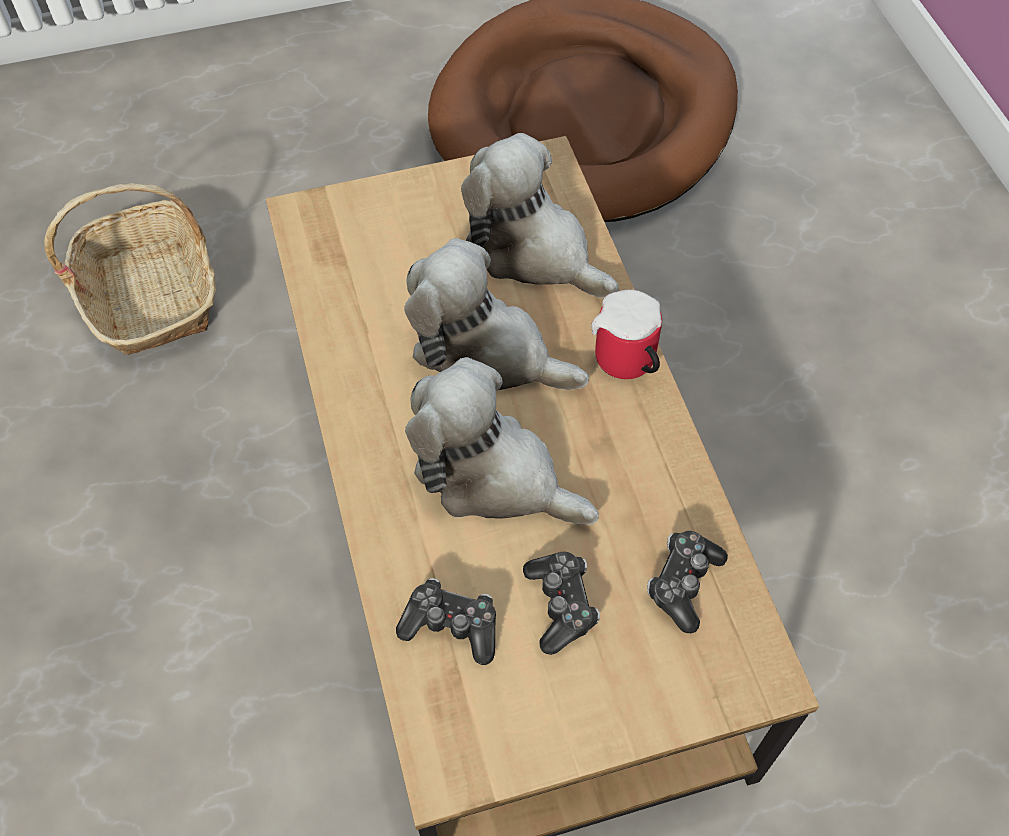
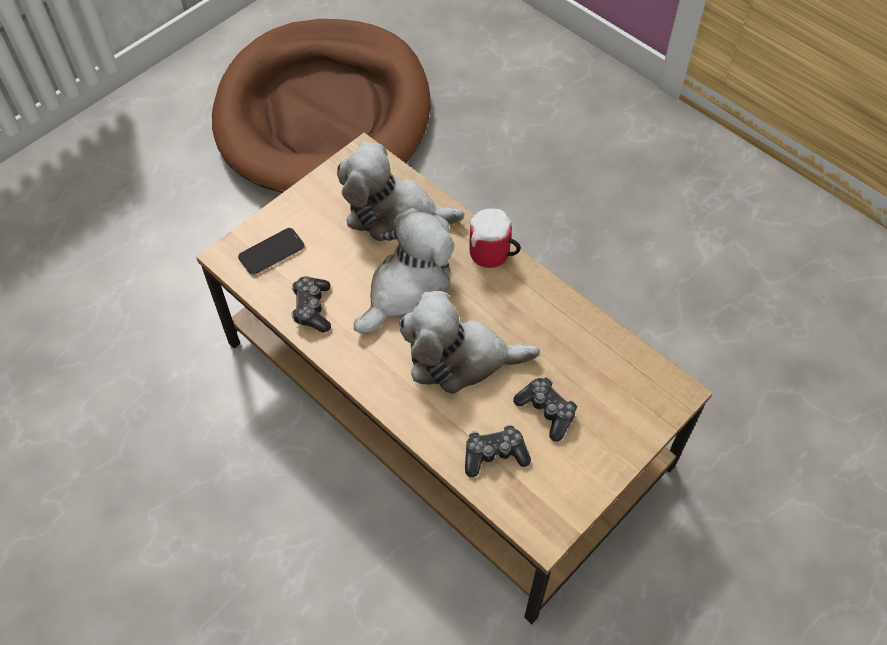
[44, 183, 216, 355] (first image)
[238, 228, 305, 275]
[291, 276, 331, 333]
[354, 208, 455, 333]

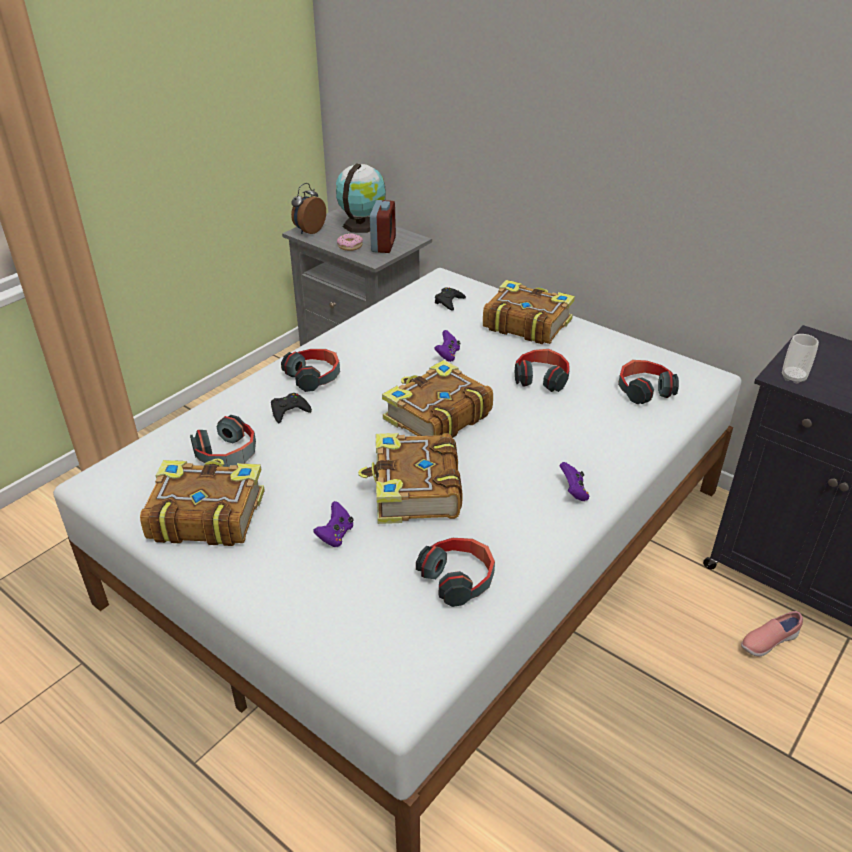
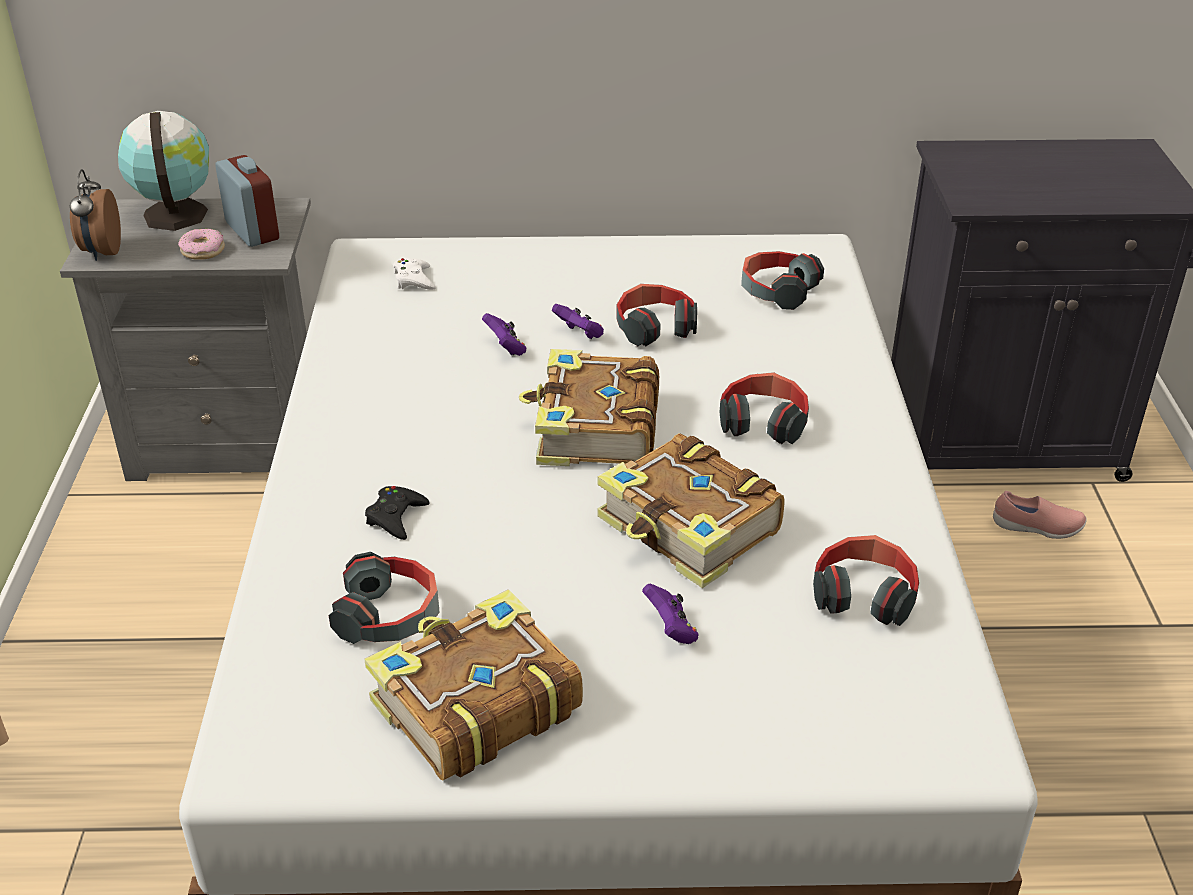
[483, 280, 575, 344] (first image)
[782, 334, 819, 384] (first image)
[720, 372, 809, 444]
[552, 304, 604, 339]
[393, 258, 436, 290]
[993, 491, 1087, 539]

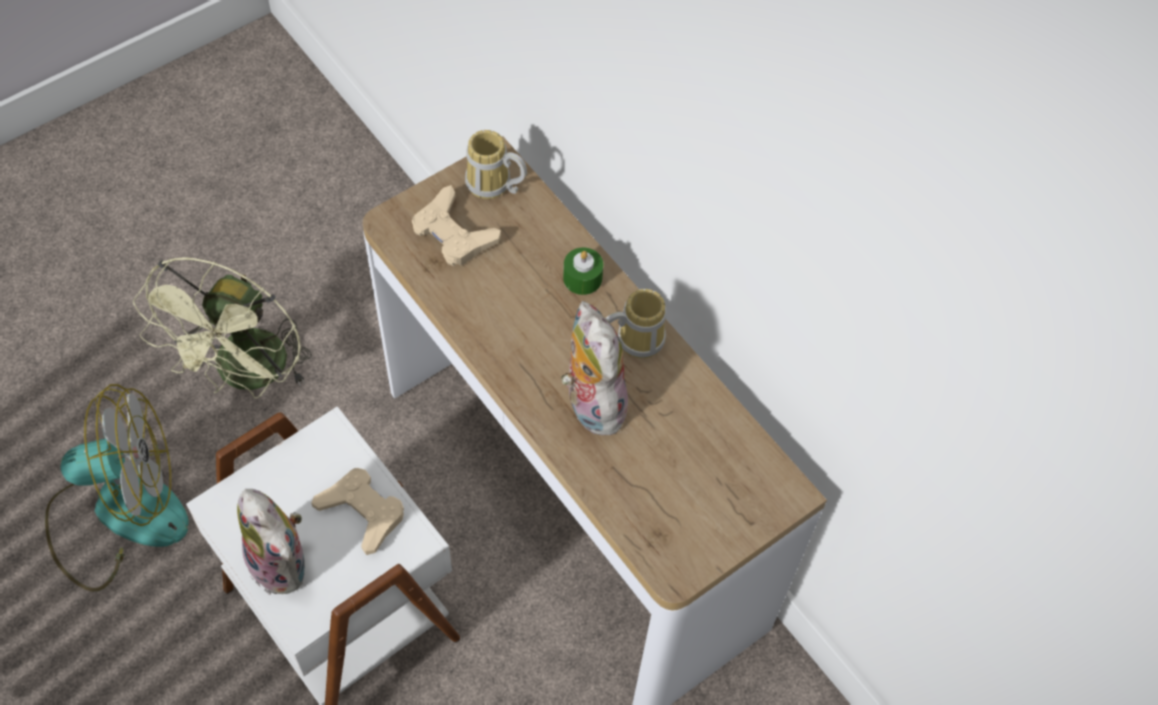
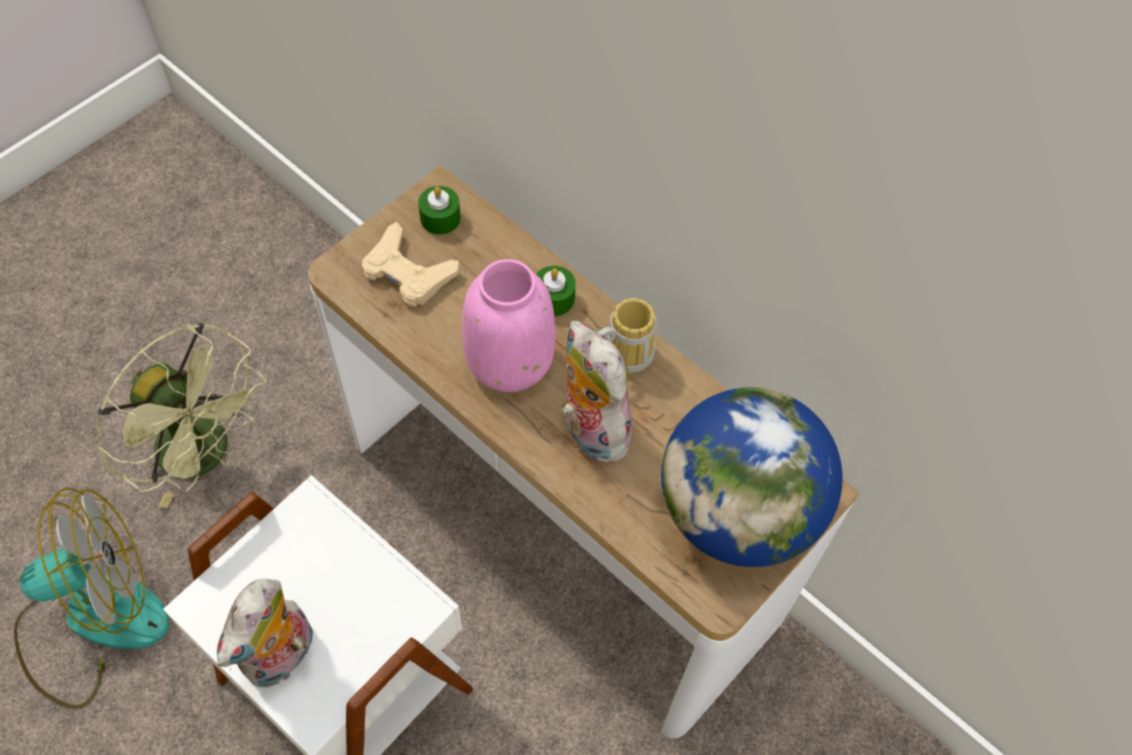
[311, 468, 404, 555] (first image)
[462, 259, 555, 392]
[661, 387, 843, 567]
[418, 186, 461, 235]
[97, 323, 266, 508]
[217, 579, 313, 687]

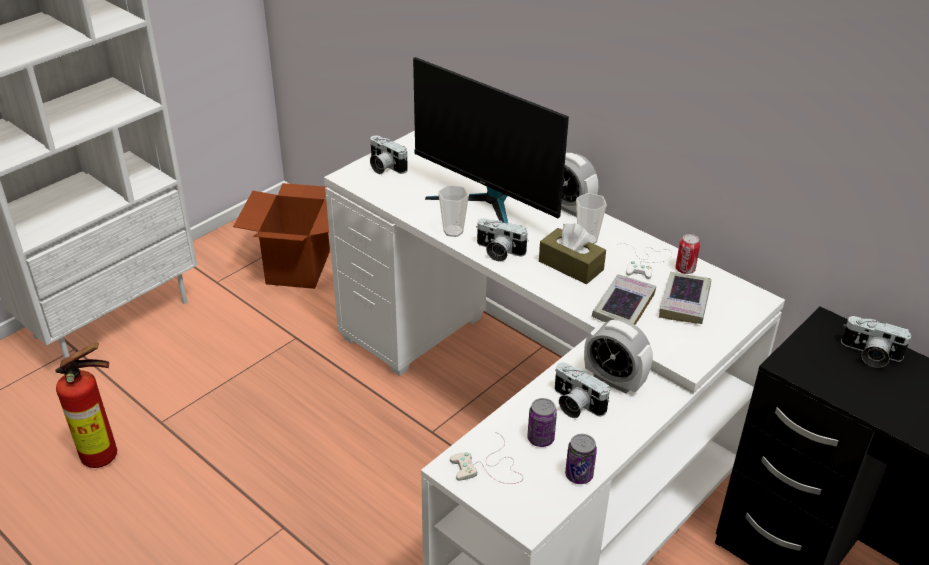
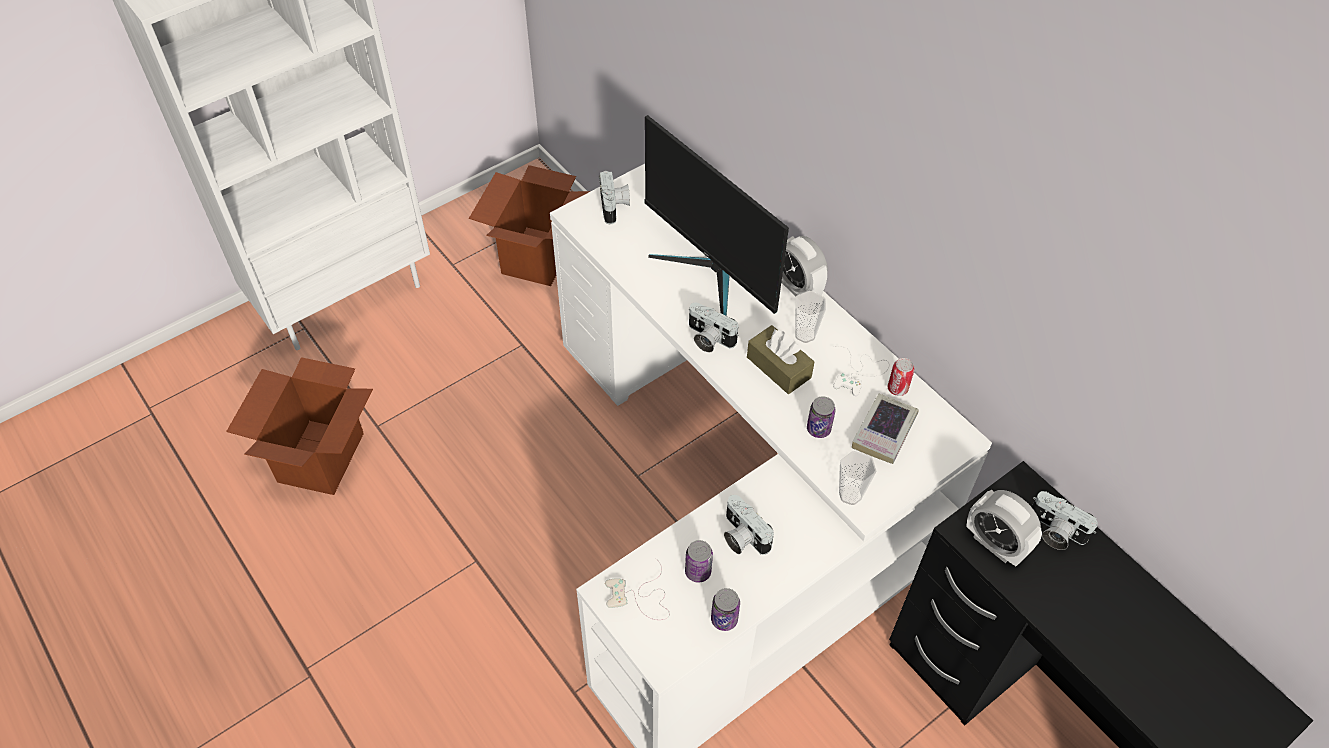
[839, 451, 876, 505]
[966, 490, 1042, 566]
[226, 357, 373, 495]
[807, 396, 836, 438]
[599, 170, 630, 224]

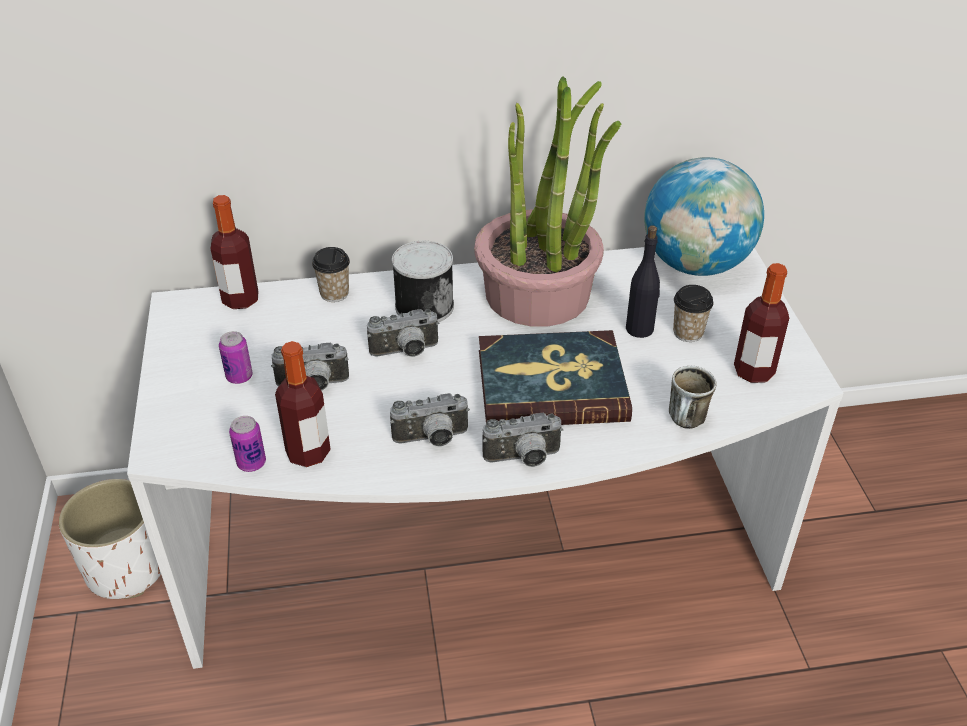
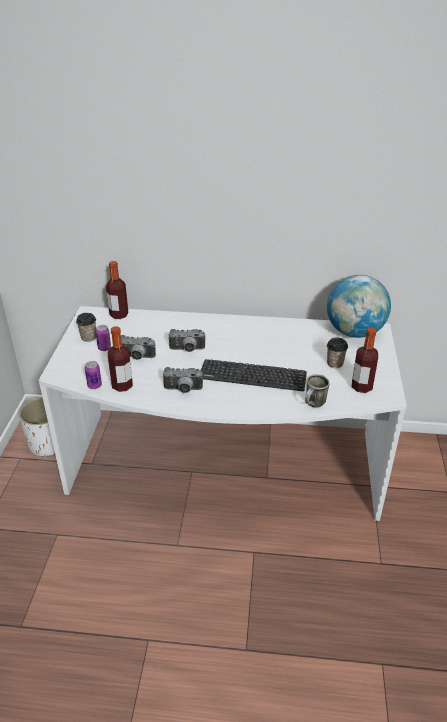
[392, 241, 454, 322] (first image)
[474, 77, 621, 327] (first image)
[483, 413, 563, 467] (first image)
[626, 225, 660, 338] (first image)
[76, 313, 96, 342]
[201, 359, 307, 391]

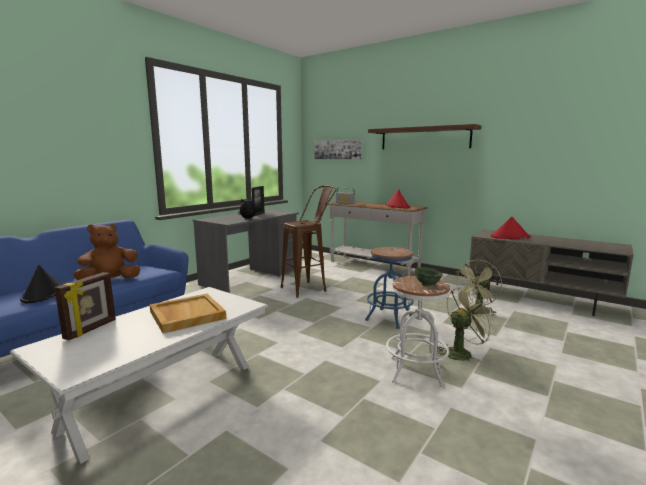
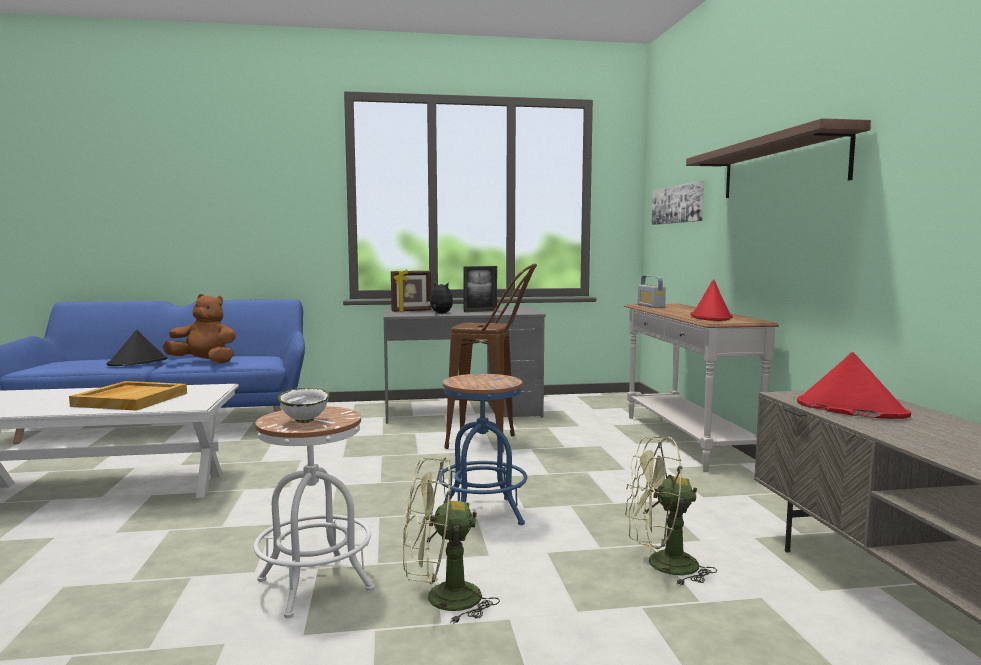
[391, 269, 431, 312]
[278, 388, 330, 423]
[403, 457, 500, 624]

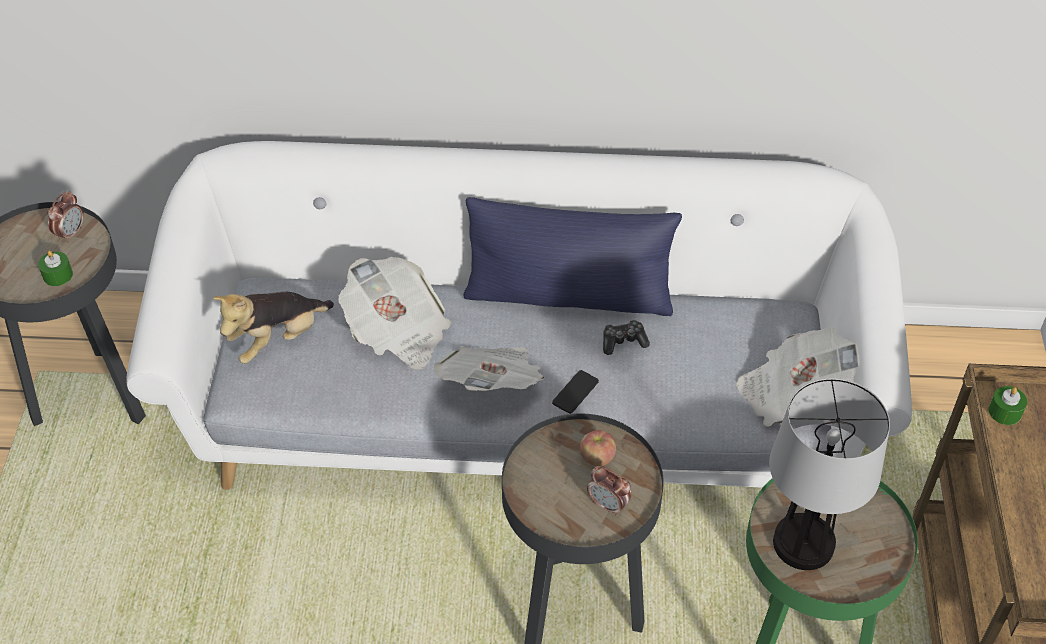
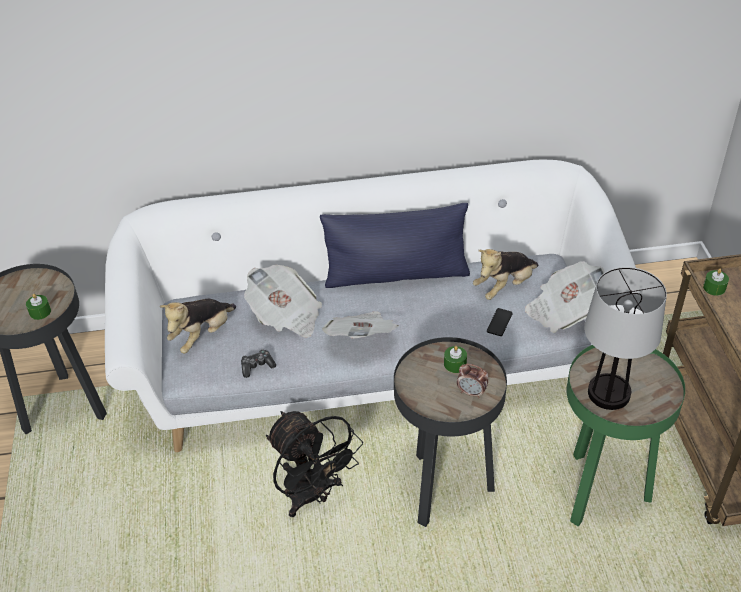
[48, 191, 83, 243] (first image)
[266, 411, 363, 517]
[473, 249, 538, 300]
[487, 308, 513, 336]
[241, 349, 276, 378]
[444, 346, 467, 373]

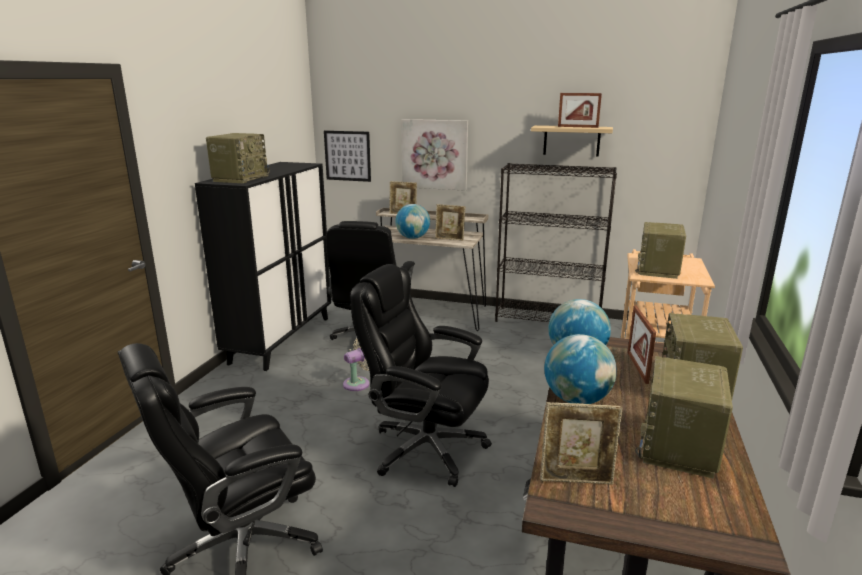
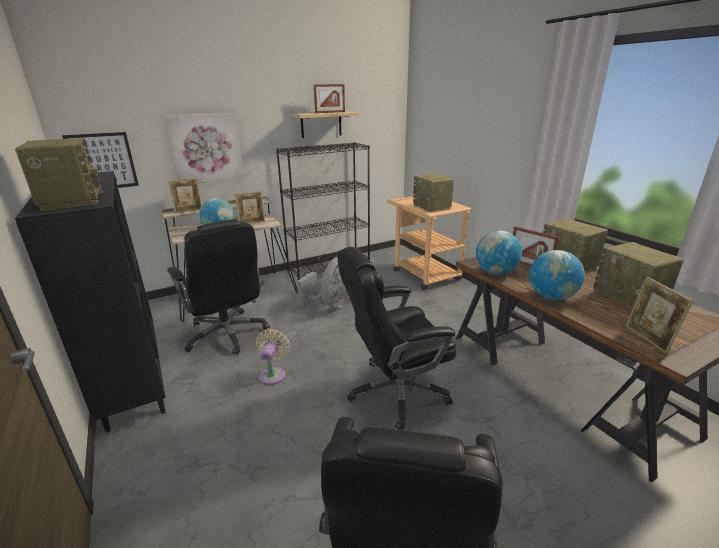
[297, 257, 350, 308]
[626, 277, 693, 354]

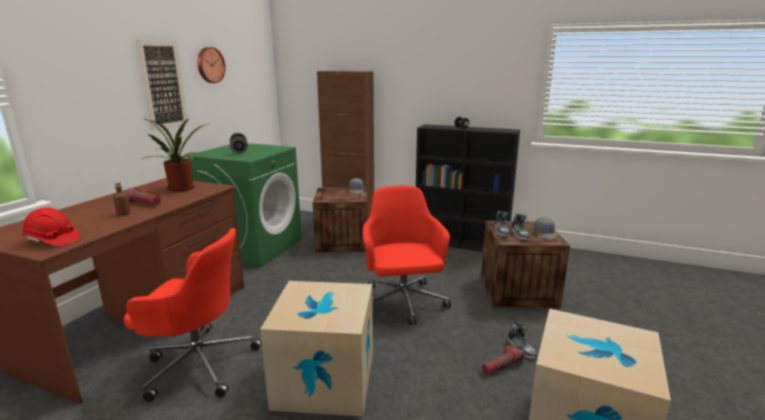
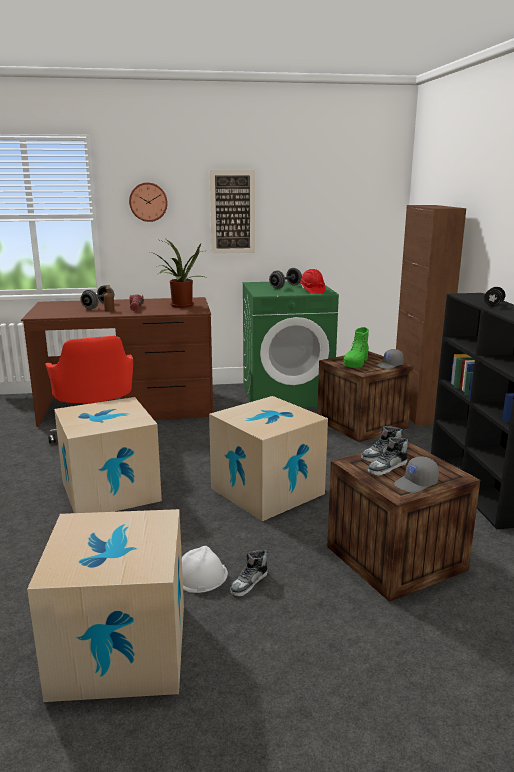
[80, 285, 114, 309]
[344, 327, 369, 368]
[300, 269, 325, 294]
[129, 182, 168, 222]
[209, 396, 328, 521]
[182, 546, 228, 593]

